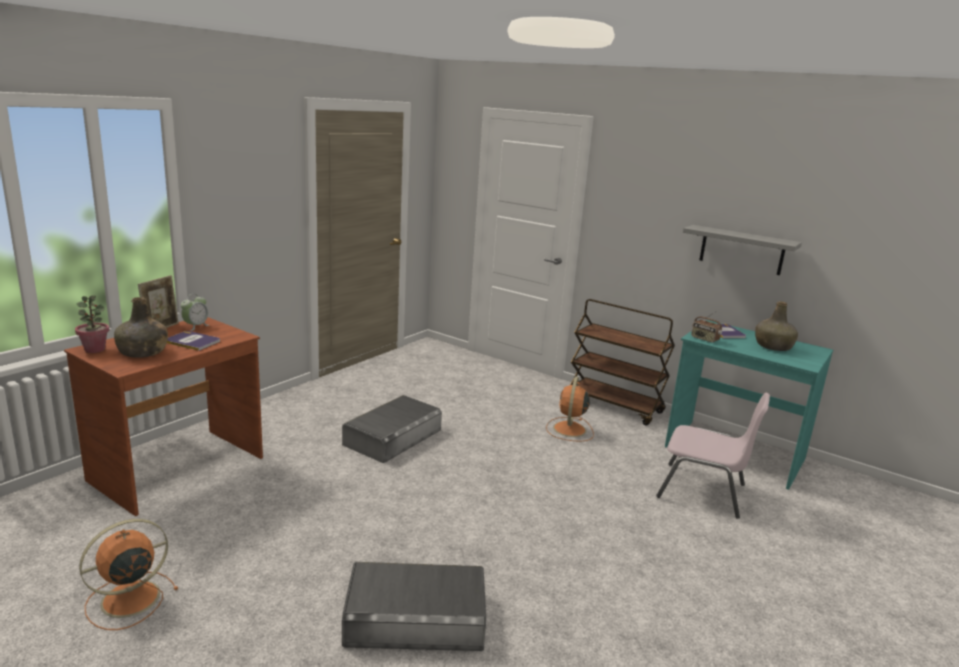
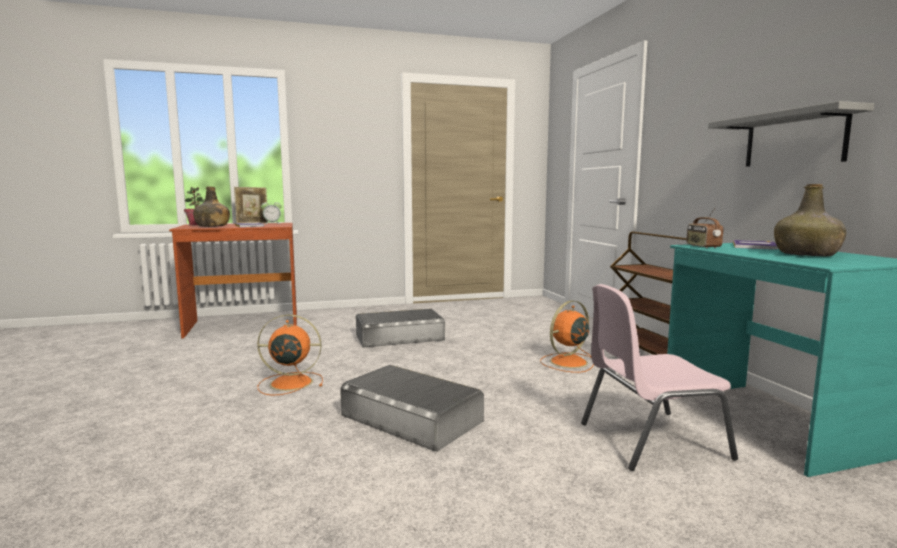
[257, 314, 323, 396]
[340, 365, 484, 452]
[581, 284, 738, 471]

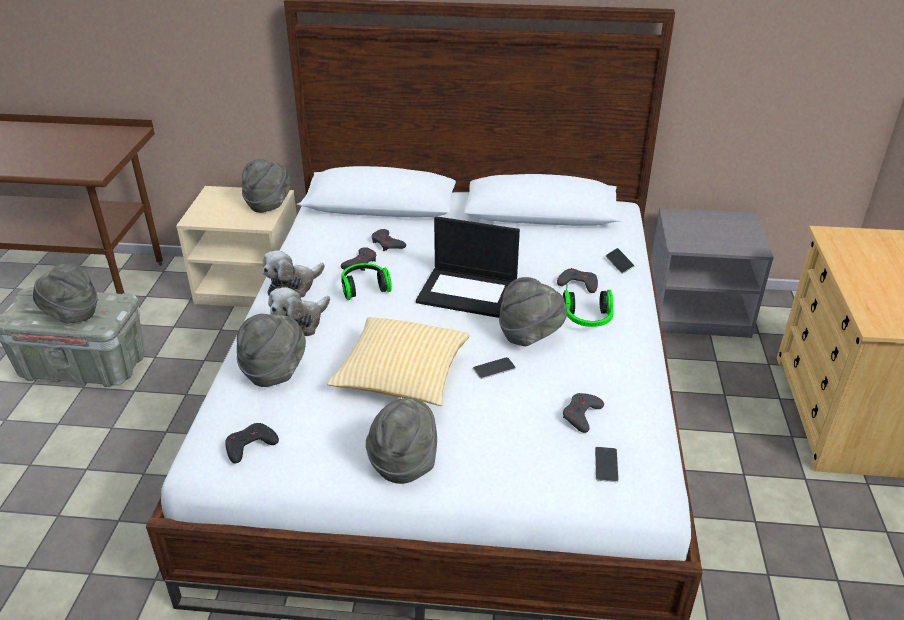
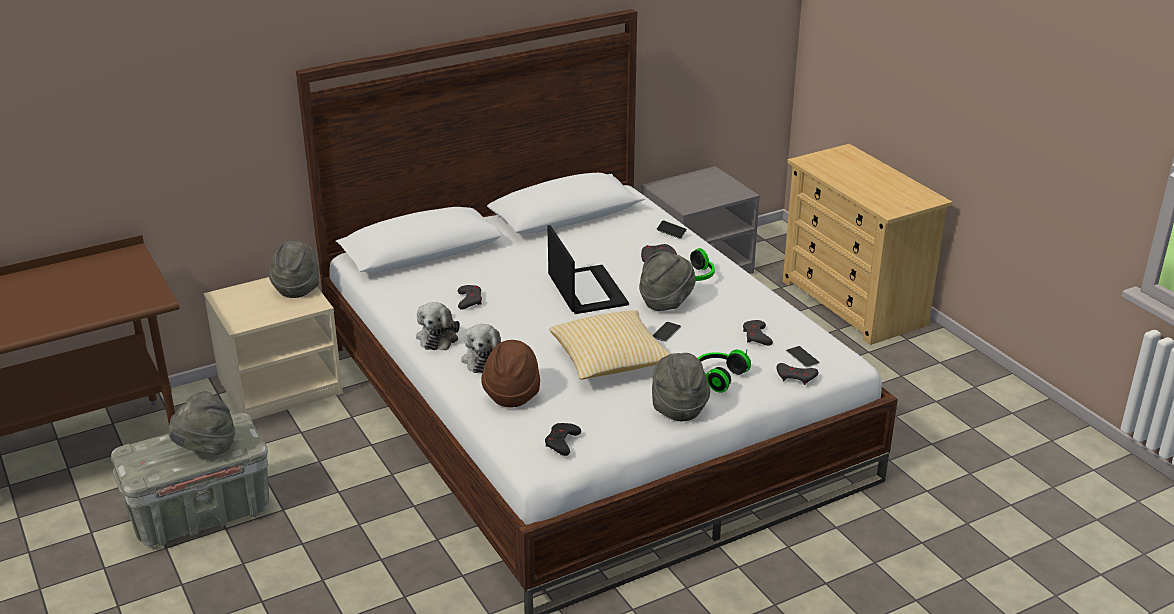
[698, 350, 751, 393]
[776, 363, 818, 385]
[481, 340, 540, 407]
[548, 225, 629, 314]

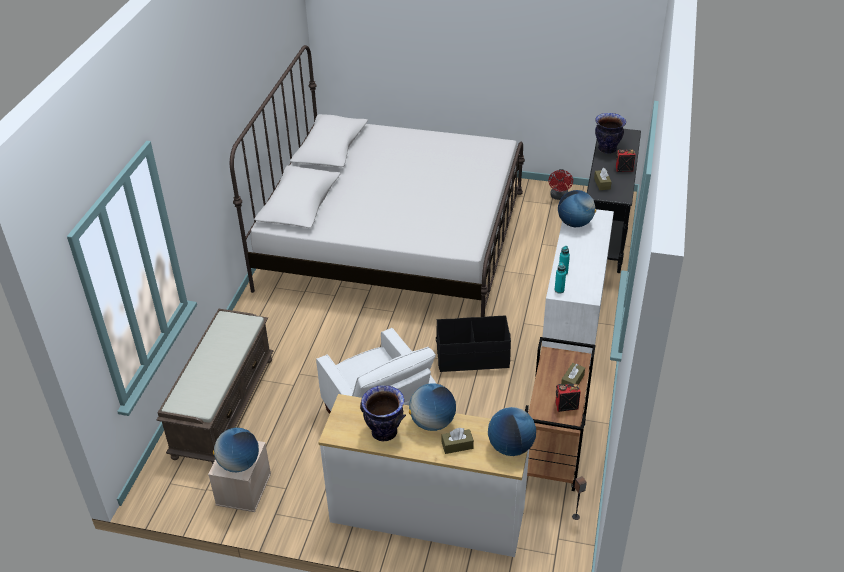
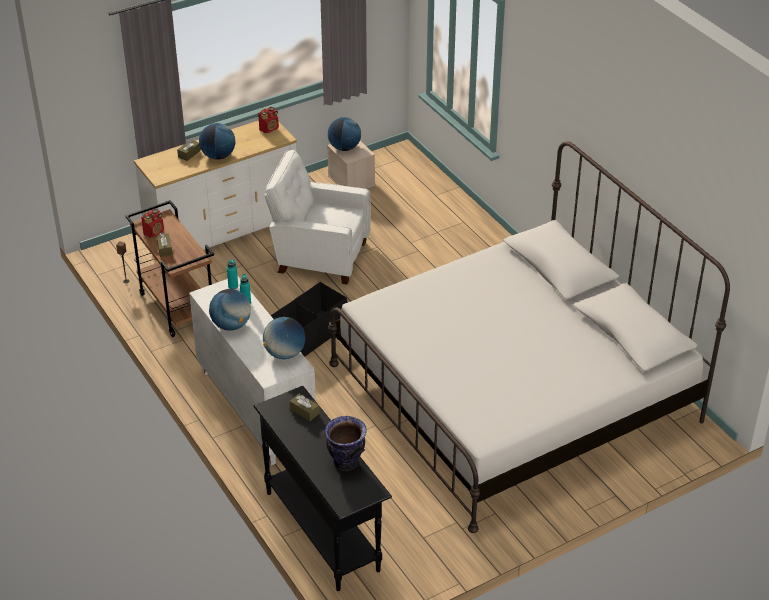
[157, 309, 273, 465] (first image)
[360, 385, 406, 441] (first image)
[548, 169, 573, 200] (first image)
[209, 289, 251, 331]
[258, 107, 279, 133]

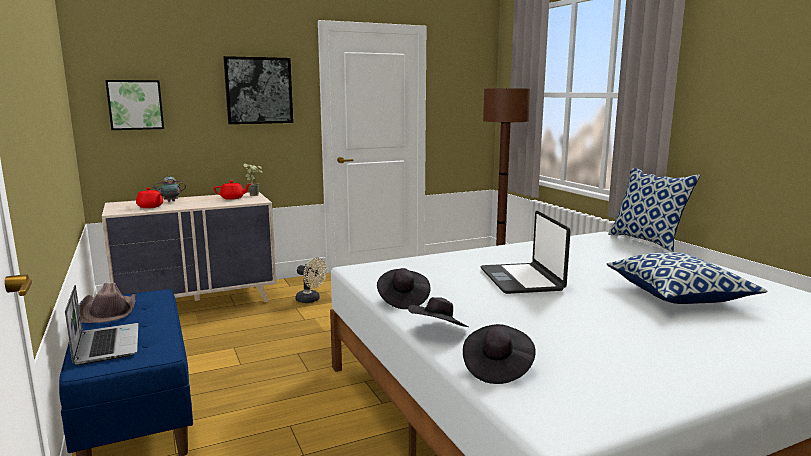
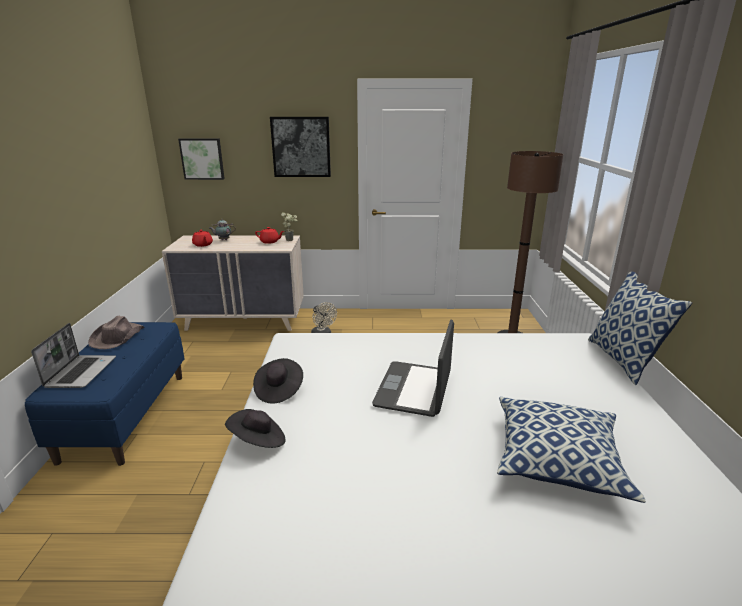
[463, 324, 536, 384] (first image)

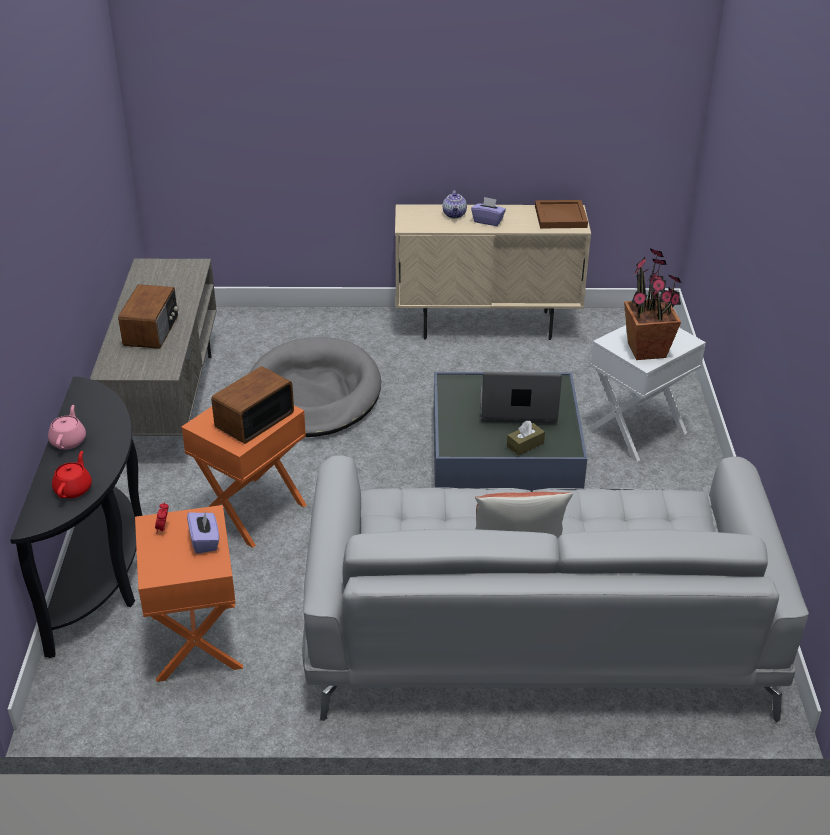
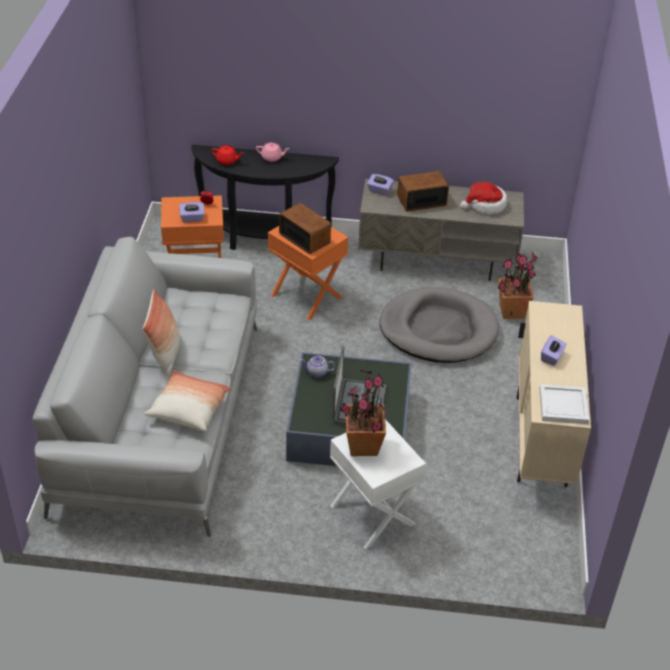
[507, 421, 545, 455] (first image)
[144, 370, 232, 431]
[367, 174, 394, 195]
[460, 182, 507, 214]
[498, 252, 537, 319]
[300, 356, 335, 378]
[539, 384, 589, 424]
[397, 171, 449, 212]

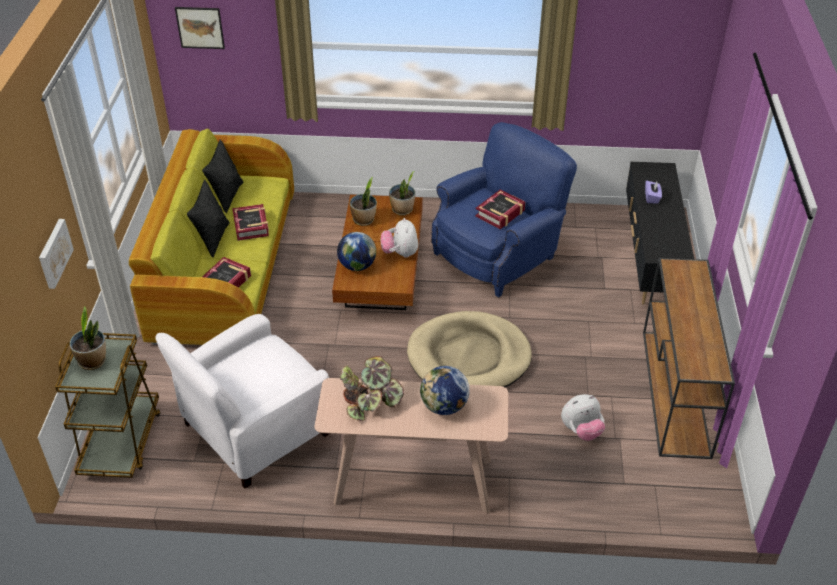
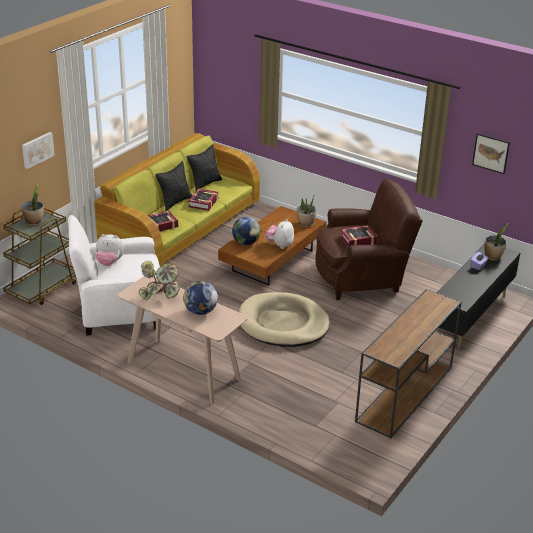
[472, 133, 510, 174]
[484, 223, 508, 261]
[95, 234, 124, 266]
[315, 179, 423, 300]

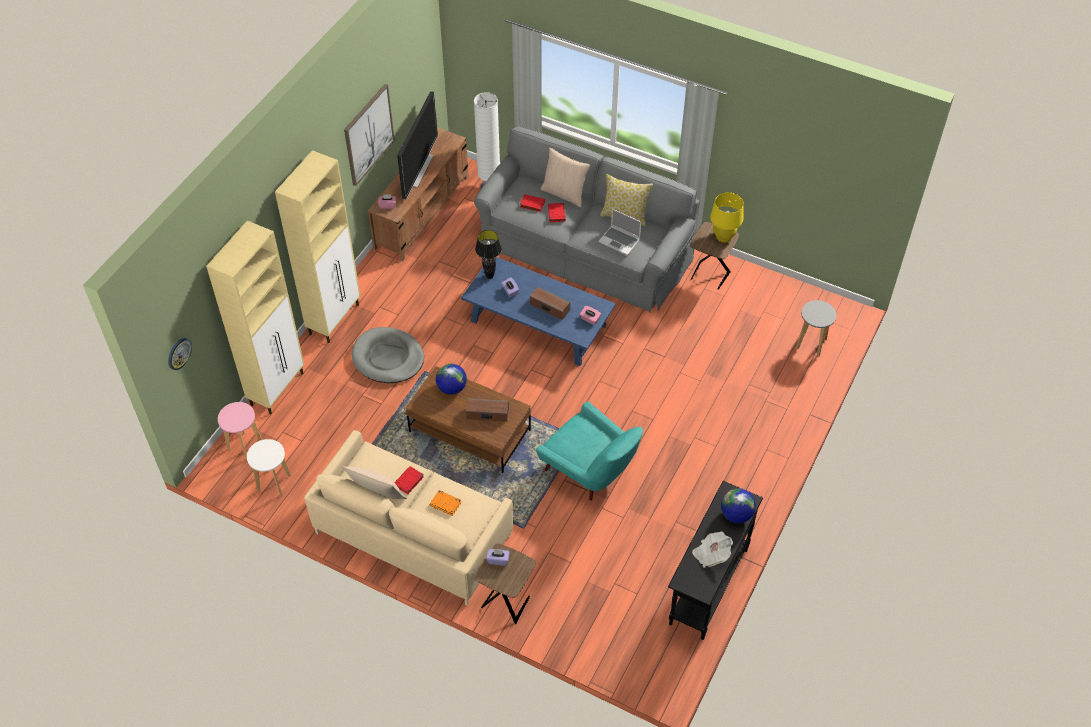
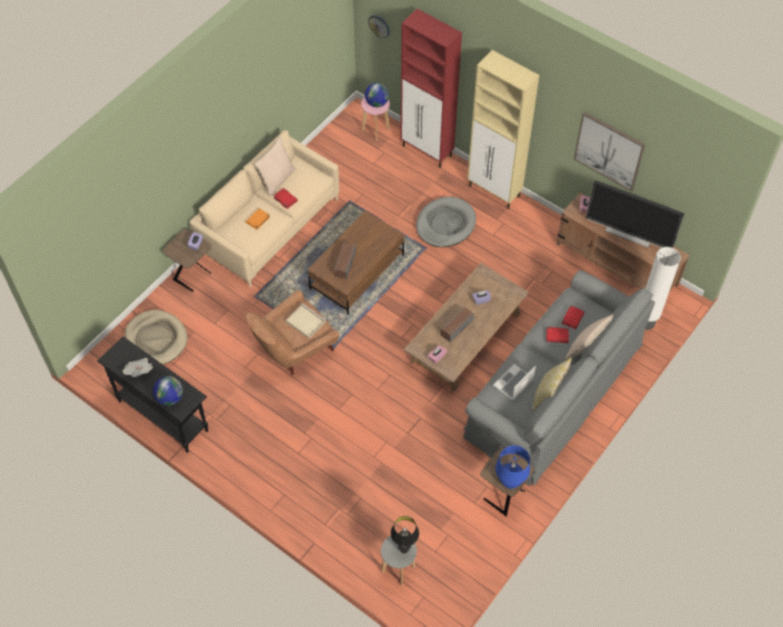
[247, 439, 291, 497] (first image)
[124, 310, 187, 364]
[286, 303, 326, 339]
[365, 83, 389, 107]
[391, 516, 419, 554]
[401, 9, 462, 168]
[404, 263, 529, 392]
[245, 290, 339, 375]
[495, 445, 530, 489]

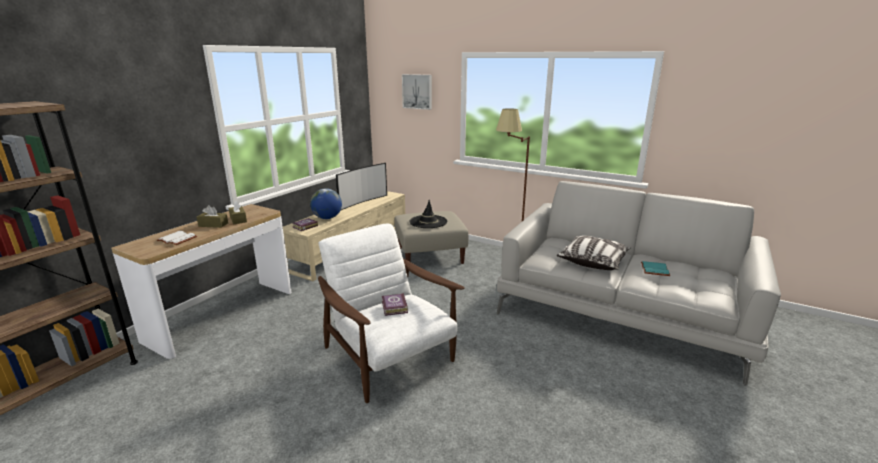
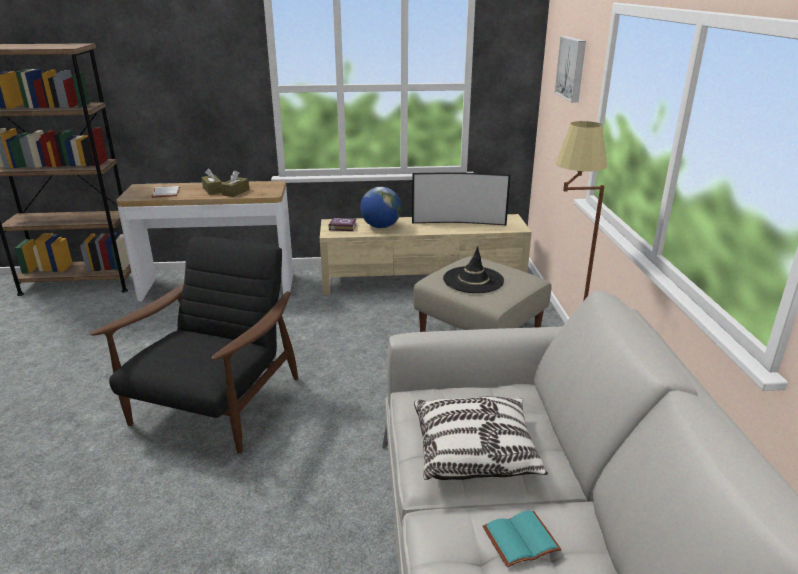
[382, 293, 408, 316] (first image)
[90, 236, 298, 453]

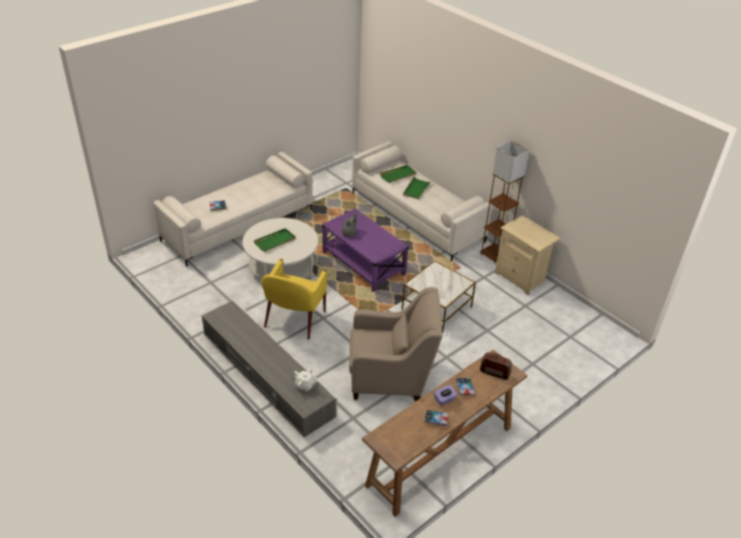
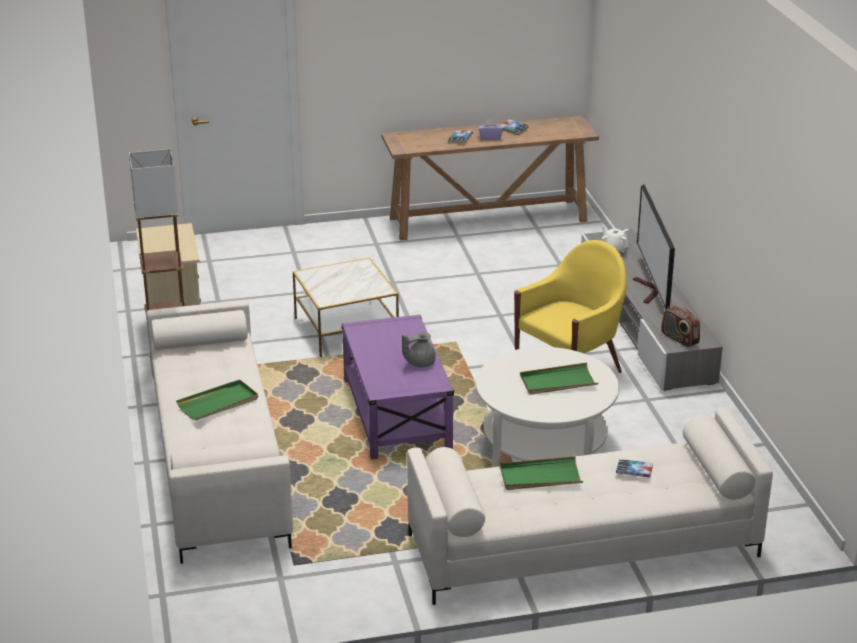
[349, 287, 443, 402] (first image)
[633, 184, 675, 309]
[500, 456, 583, 490]
[661, 305, 700, 347]

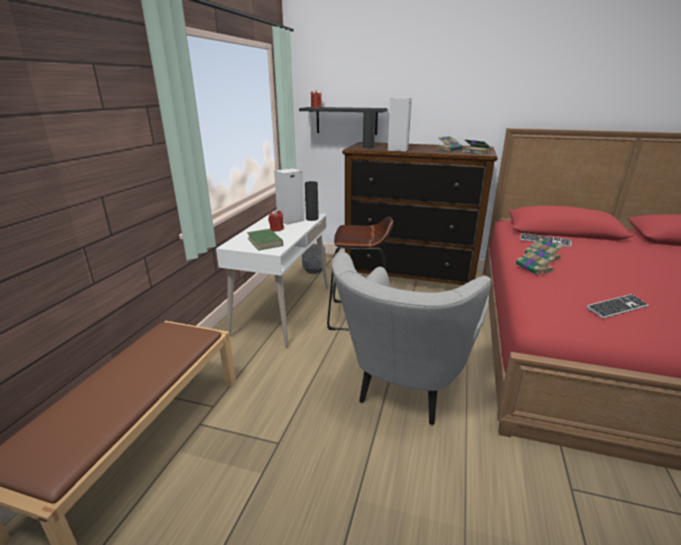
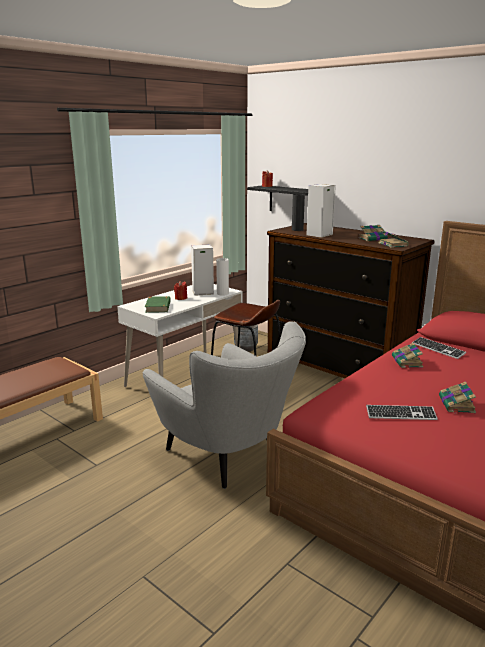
[439, 381, 476, 414]
[216, 258, 229, 296]
[142, 321, 306, 489]

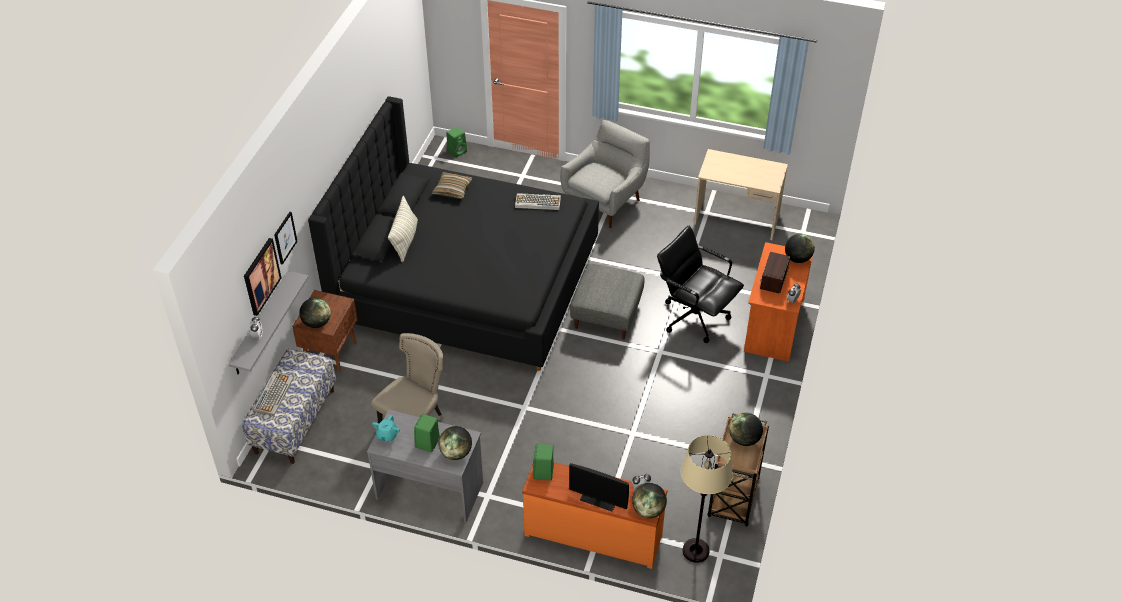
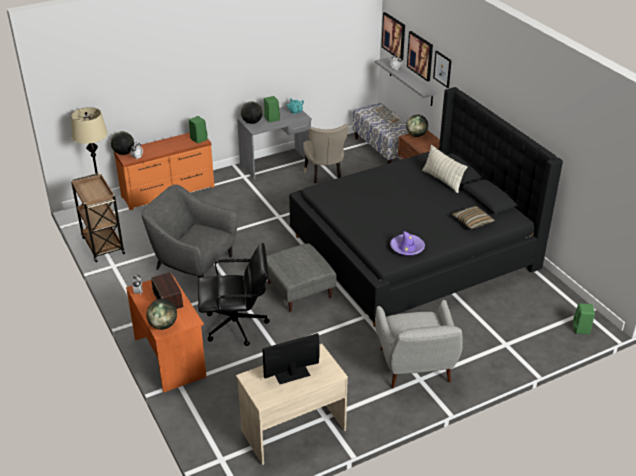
[729, 413, 763, 446] (first image)
[141, 185, 238, 278]
[381, 12, 405, 60]
[262, 333, 320, 384]
[390, 231, 425, 256]

